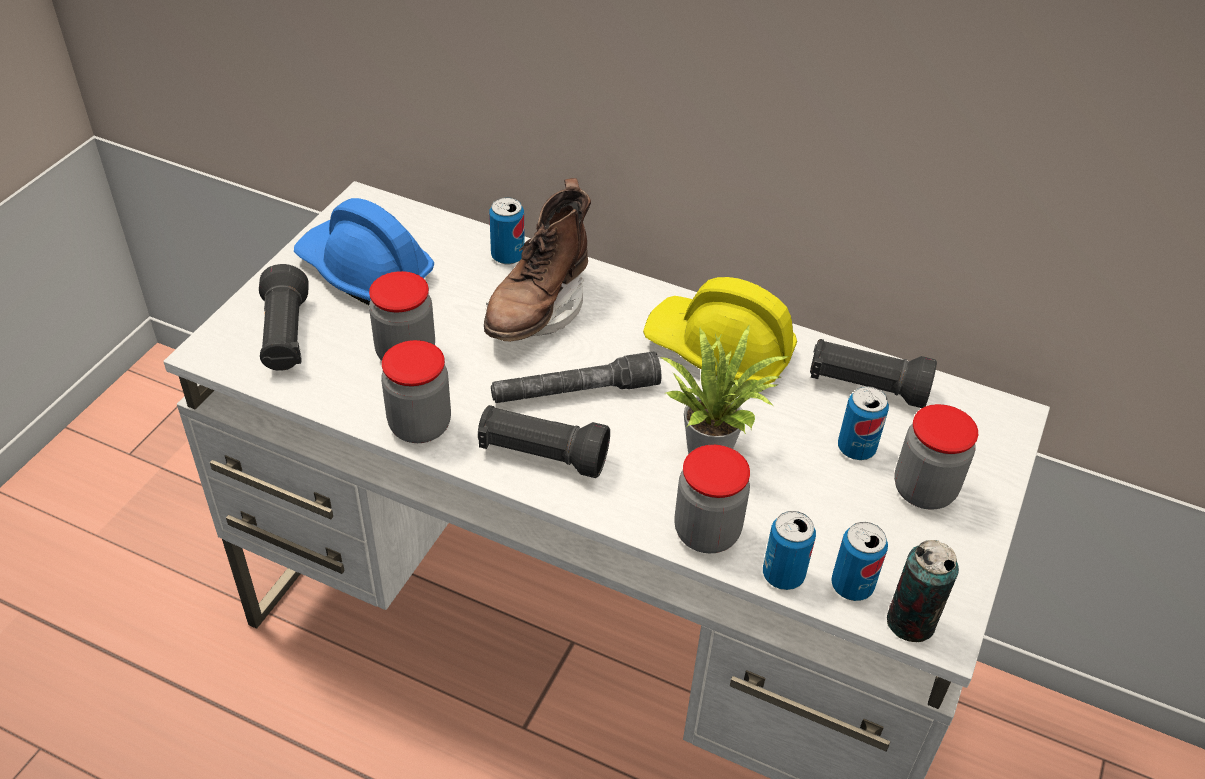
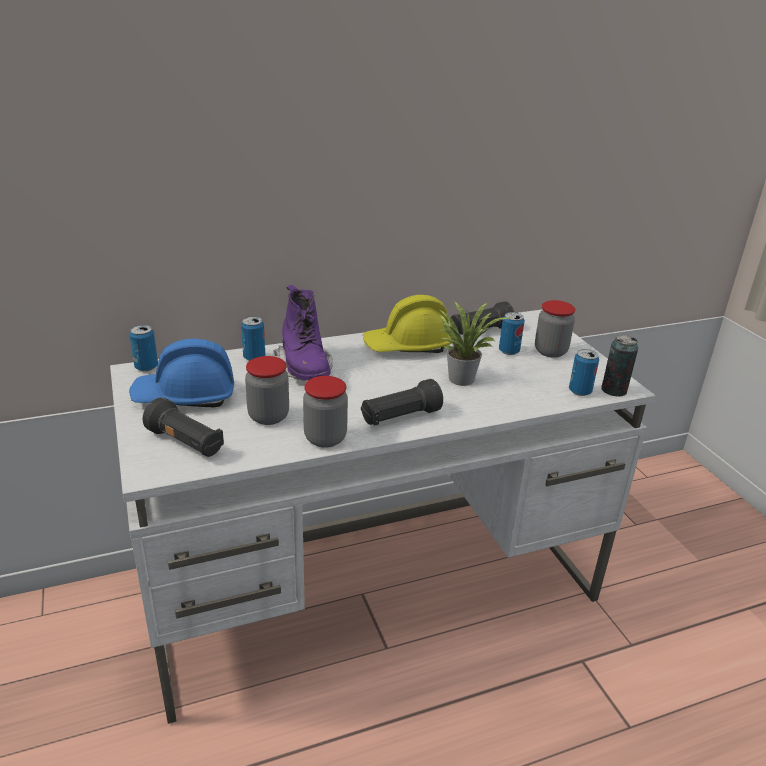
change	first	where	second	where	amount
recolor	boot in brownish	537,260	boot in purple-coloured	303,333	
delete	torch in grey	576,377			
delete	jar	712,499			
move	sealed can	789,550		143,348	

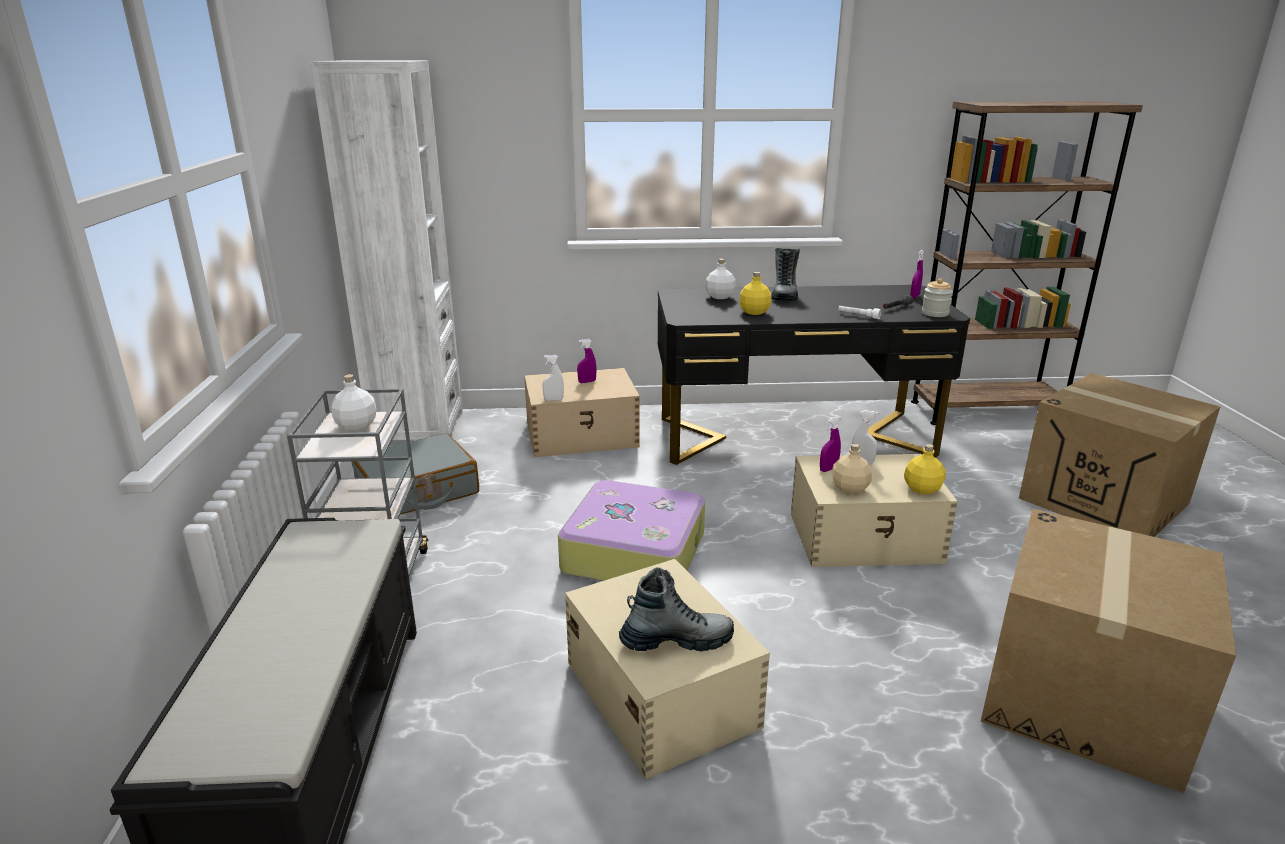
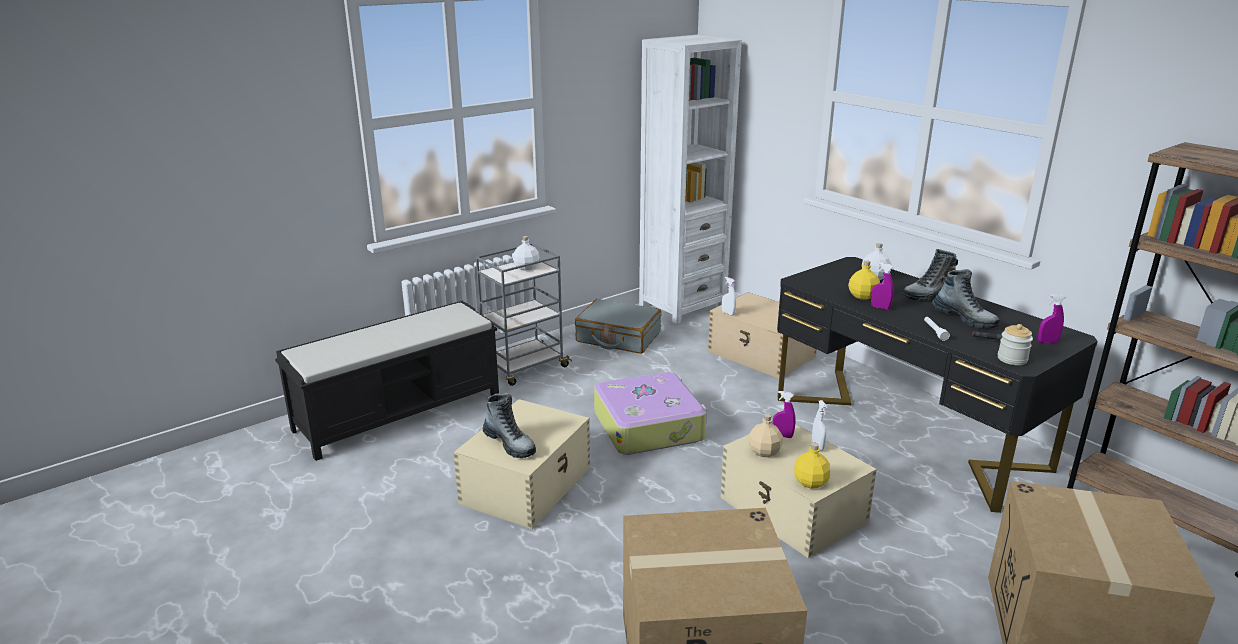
change	first	where	second	where	amount
move	sprayer in purple-coloured	586,361		882,286	
insert			boot	966,299	

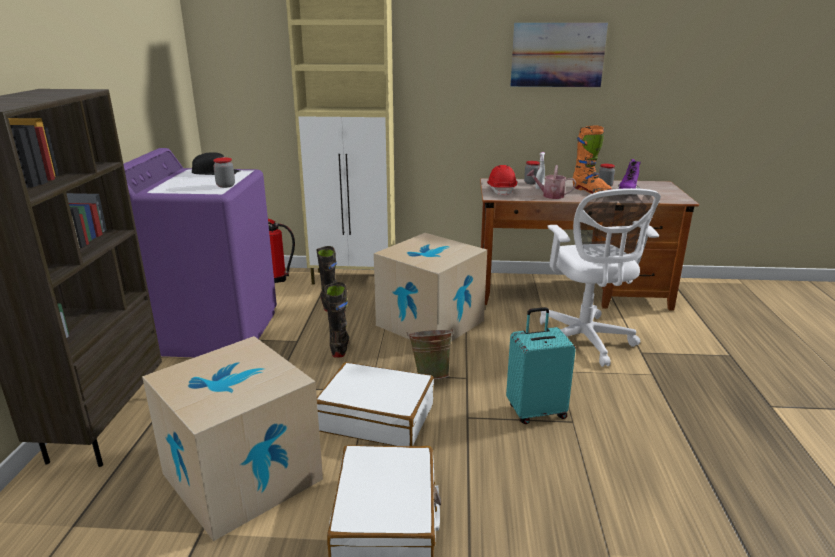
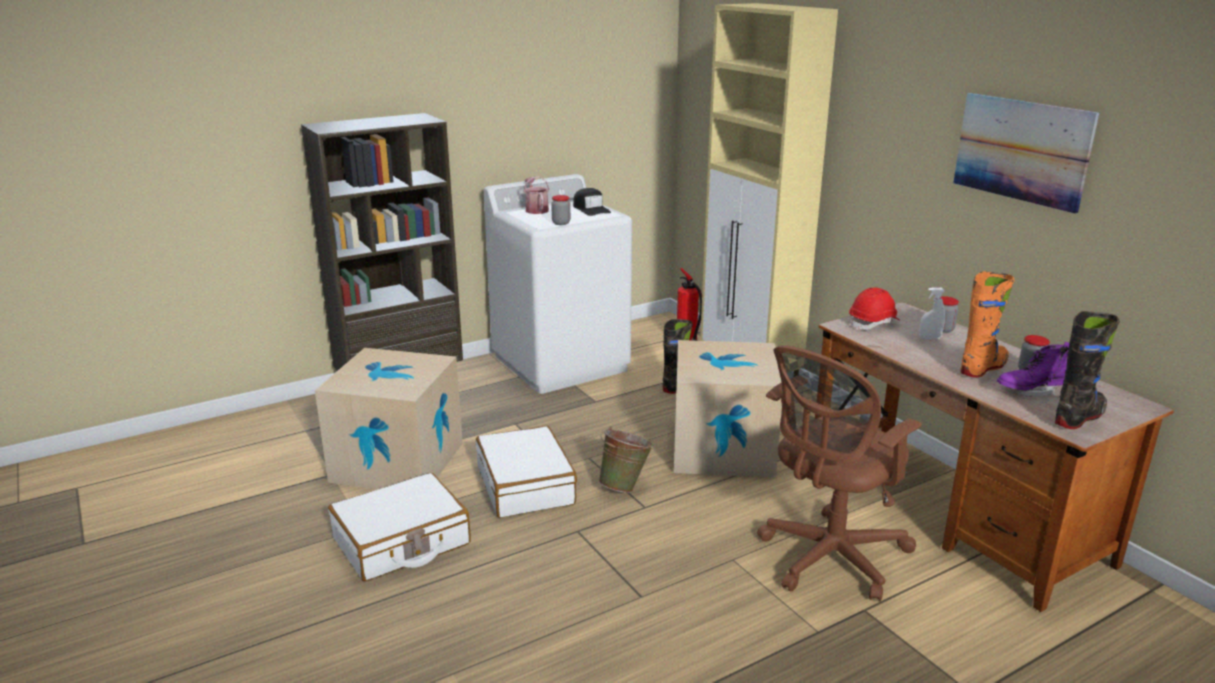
change	first	where	second	where	amount
recolor	washing machine in purple-coloured	200,252	washing machine in white-coloured	558,284	
move	boot in black-coloured	337,319		1087,370	
delete	piece of luggage in blue-green	541,365			
move	sprinkling can	551,182		536,195	
recolor	office chair in white-coloured	600,277	office chair in brownish	839,473	
rotate	boot in orangey	592,159		987,325	150 degrees counterclockwise

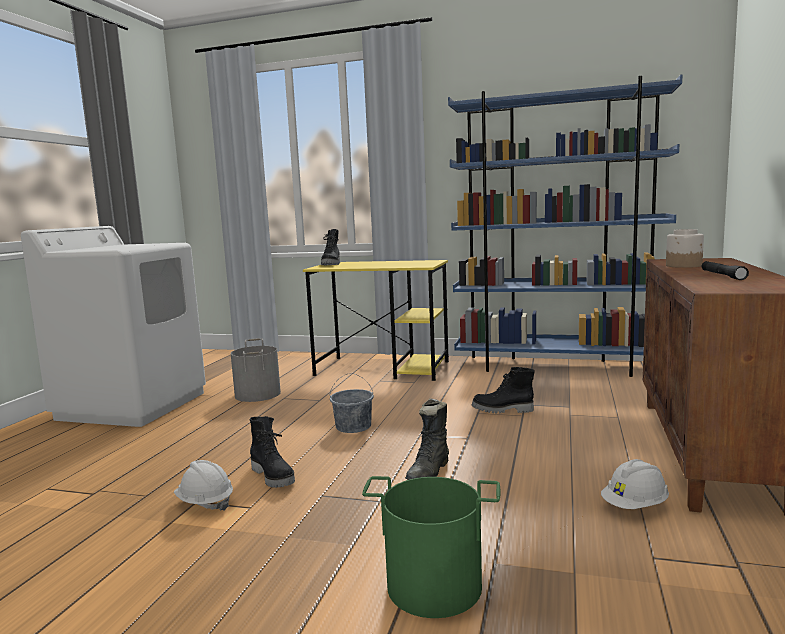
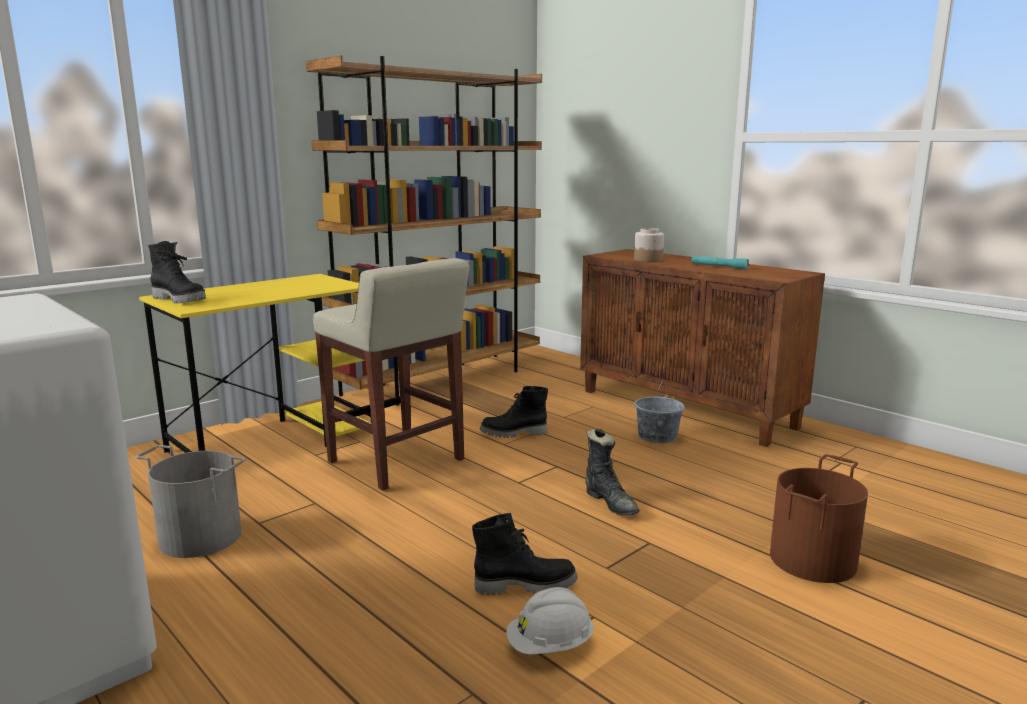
change	first	where	second	where	amount
move	water bucket in grey	352,403		659,411	
recolor	water bucket in greenish	431,547	water bucket in brownish	819,518	
recolor	shelving unit in blue	565,225	shelving unit in brownish	424,230	
rotate	boot in black-coloured	503,390		514,412	45 degrees clockwise
delete	hard hat in white-coloured	635,484			
recolor	torch in black-coloured	725,270	torch in blue-green	720,262	
insert			stool in beige	391,374	

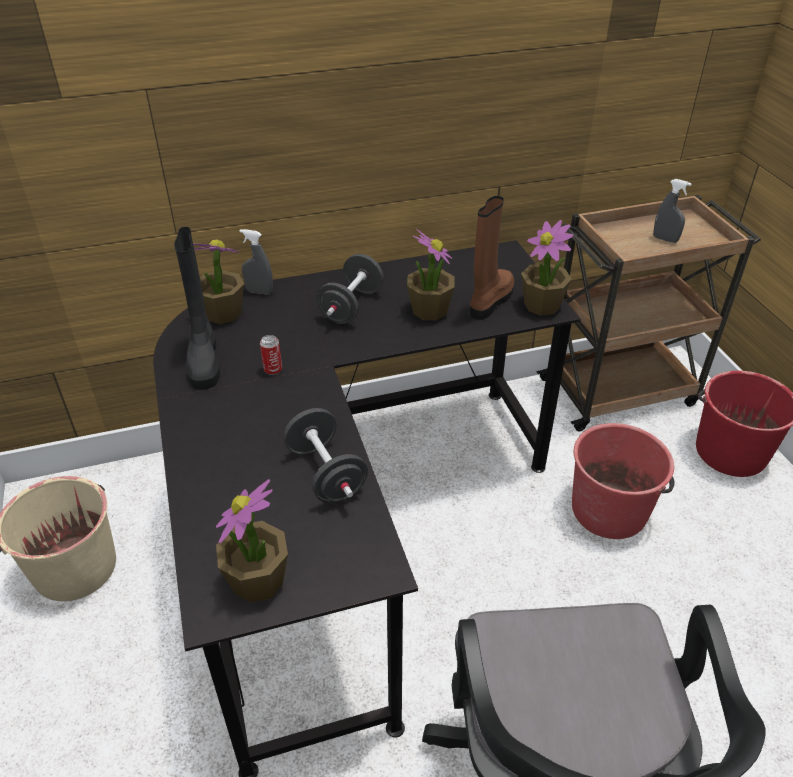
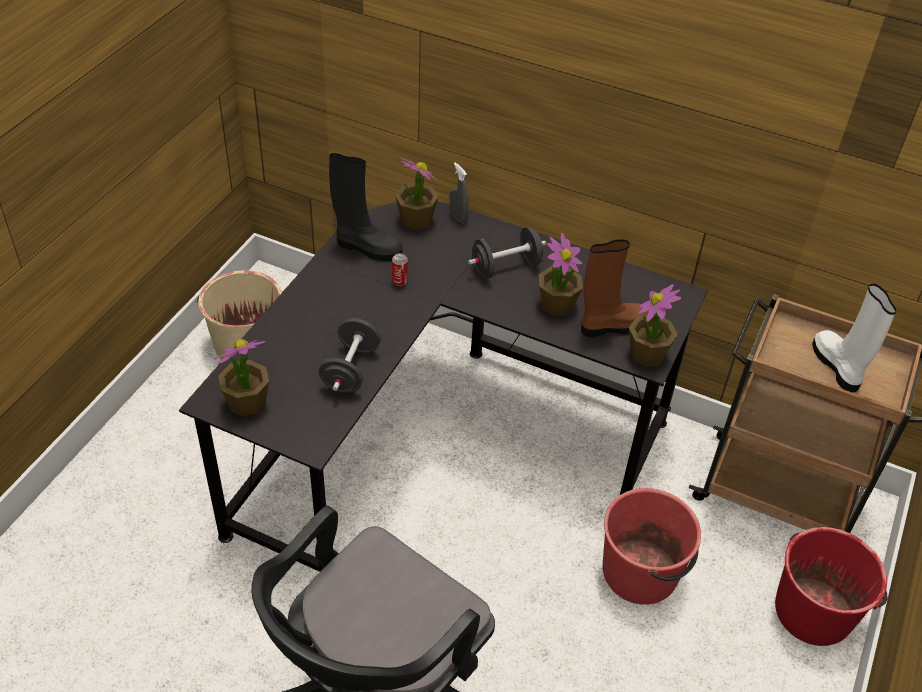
change	first	where	second	where	amount
rotate	boot in black-coloured	197,308		366,207	105 degrees counterclockwise
replace	sprayer in grey	672,211	boot in white-coloured	854,338	

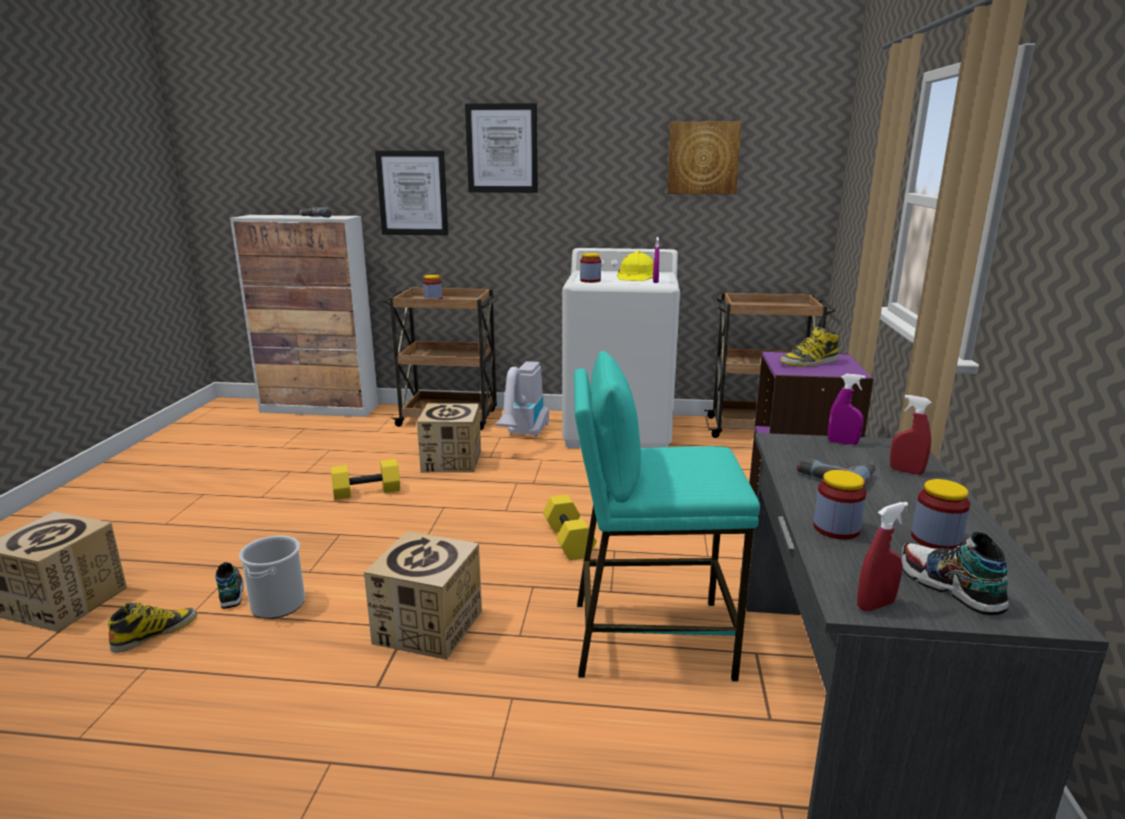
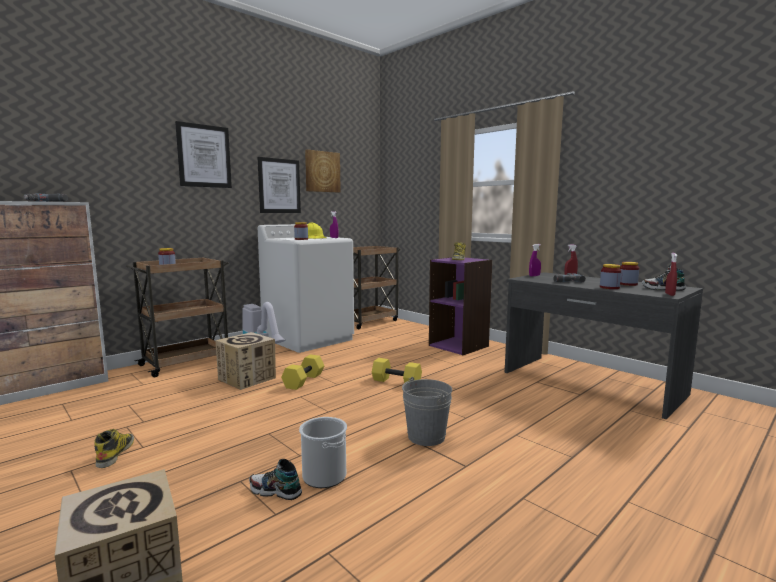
change	first	where	second	where	amount
move	boot	152,627		114,448	
move	hand weight in yellow	365,479		302,372	
replace	packing box	423,595	water bucket in grey	427,411	
move	wall art	411,193		279,185	
delete	stool in blue-green	667,516			

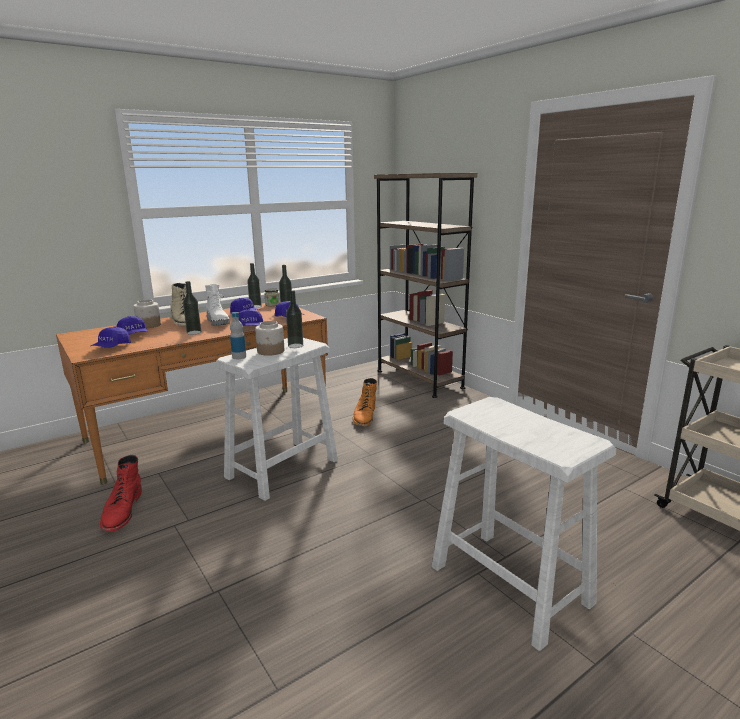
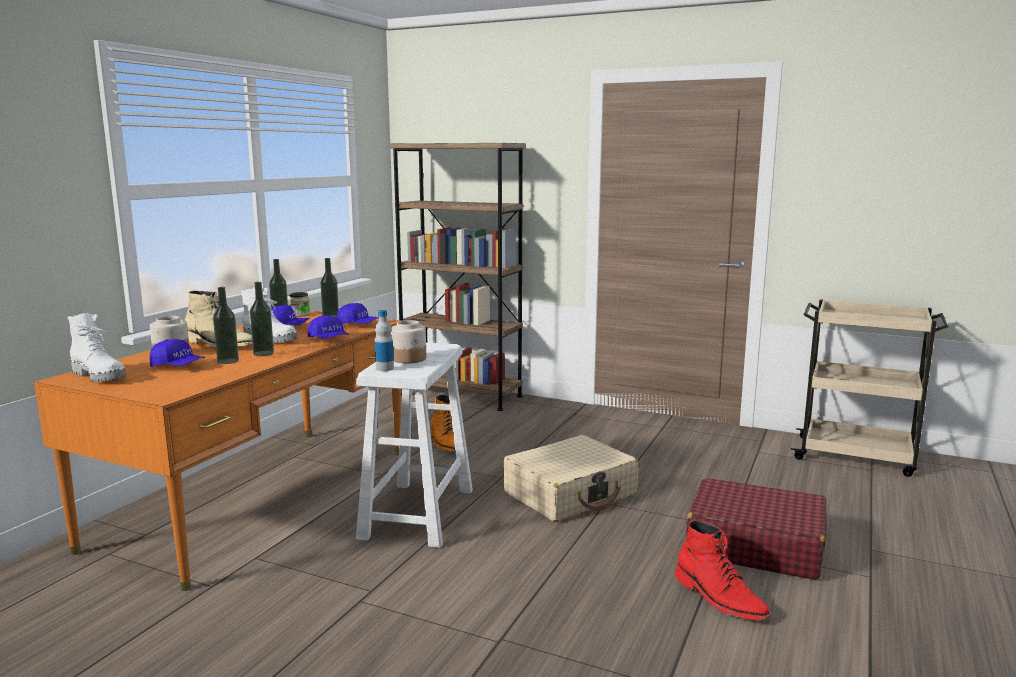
change	first	where	second	where	amount
delete	cap in blue	111,337			
move	boot in reddish	121,493		723,570	
move	bottle	294,319		226,325	
replace	stool in white-coloured	524,524	piece of luggage in reddish	756,529	
insert			boot in white-coloured	96,347	
insert			piece of luggage in beige	570,478	

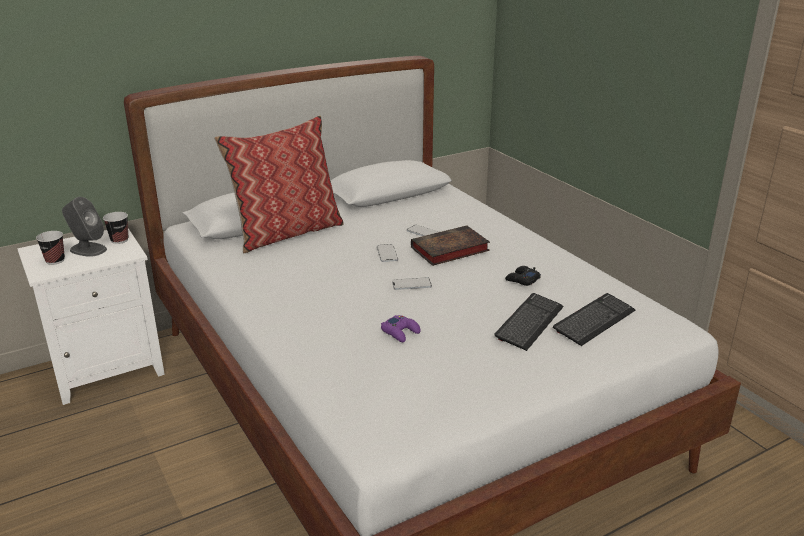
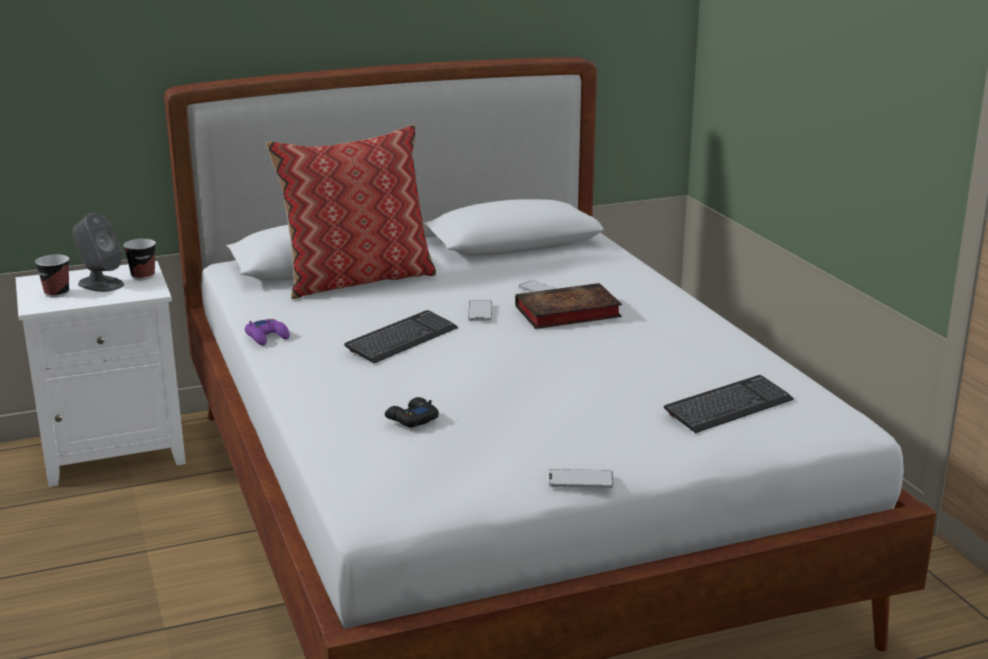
change	first	where	second	where	amount
move	gamepad in purple-coloured	401,328		267,332	
move	phone	412,283		581,478	
move	keyboard	528,322		401,336	
move	gamepad in black-coloured	523,276		412,412	

